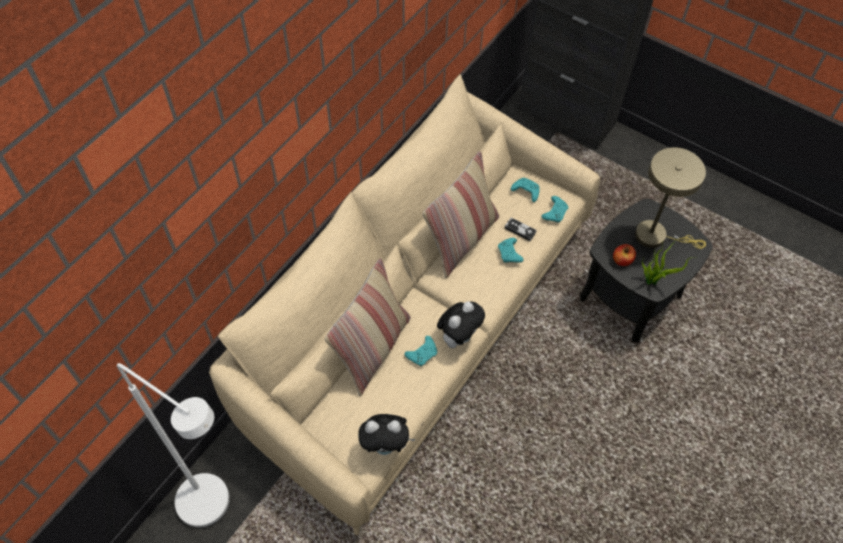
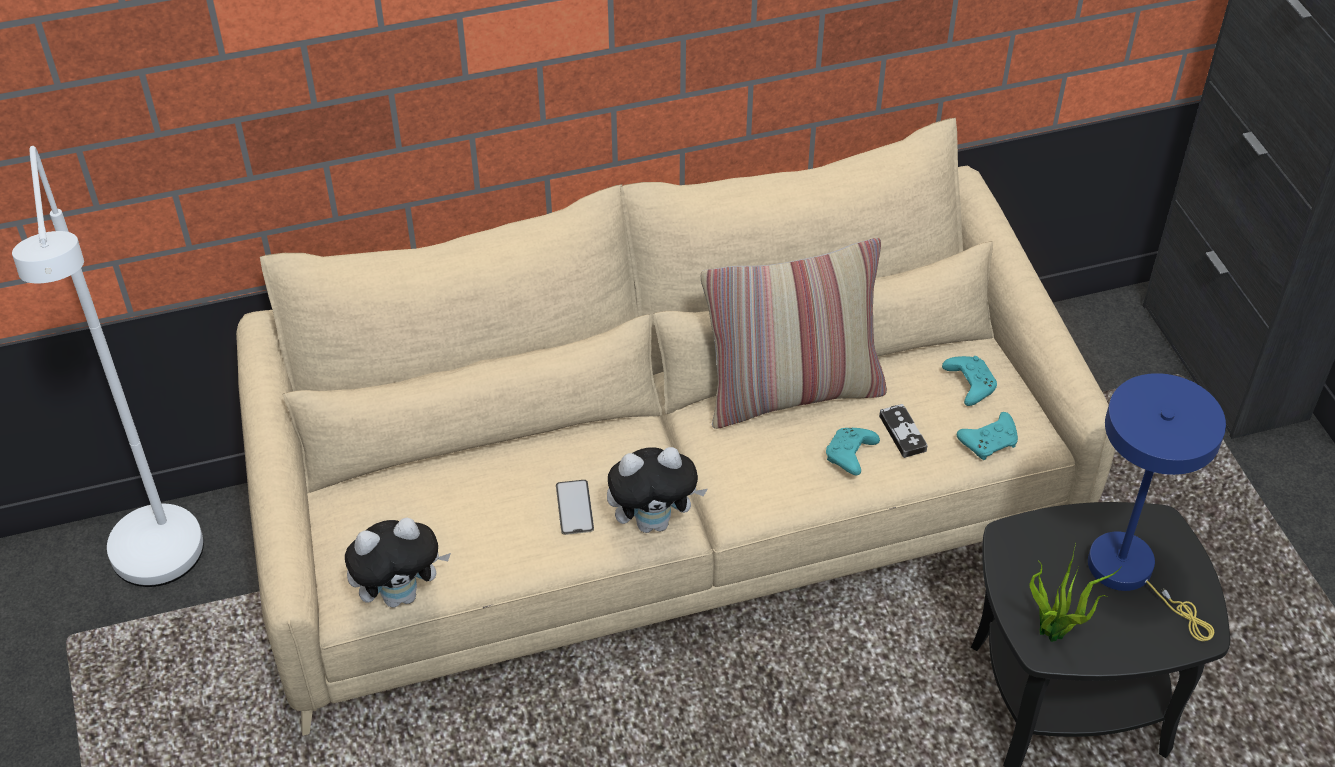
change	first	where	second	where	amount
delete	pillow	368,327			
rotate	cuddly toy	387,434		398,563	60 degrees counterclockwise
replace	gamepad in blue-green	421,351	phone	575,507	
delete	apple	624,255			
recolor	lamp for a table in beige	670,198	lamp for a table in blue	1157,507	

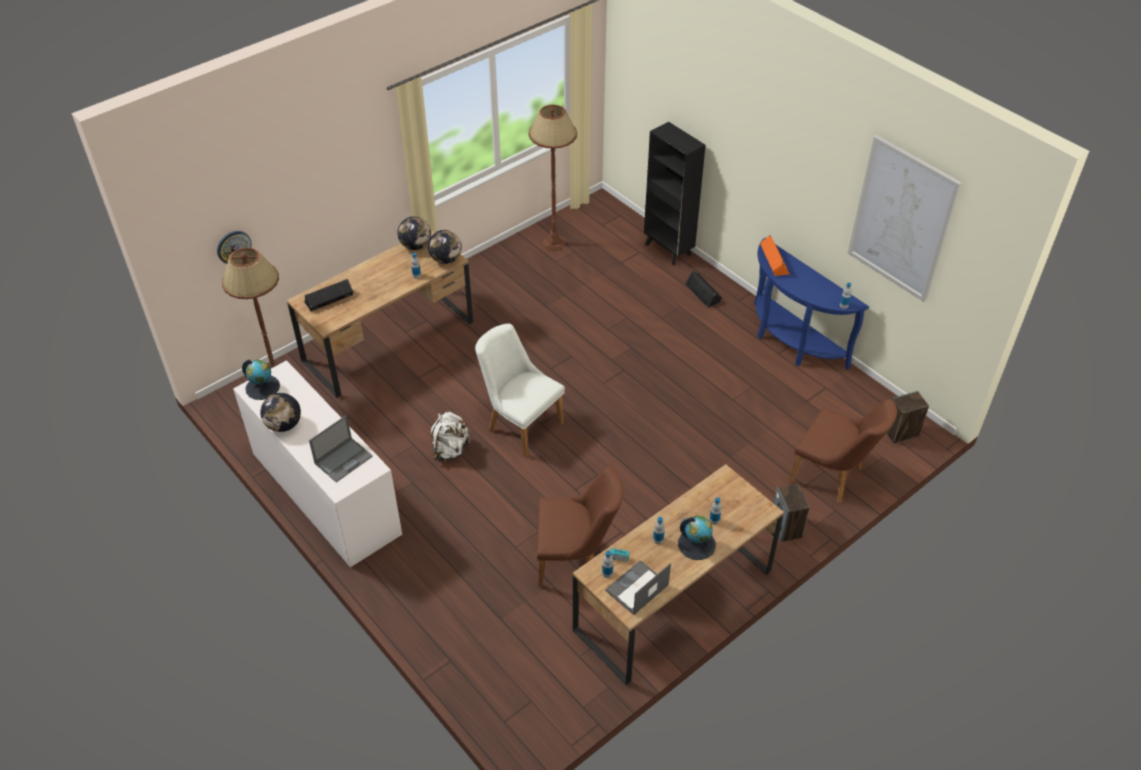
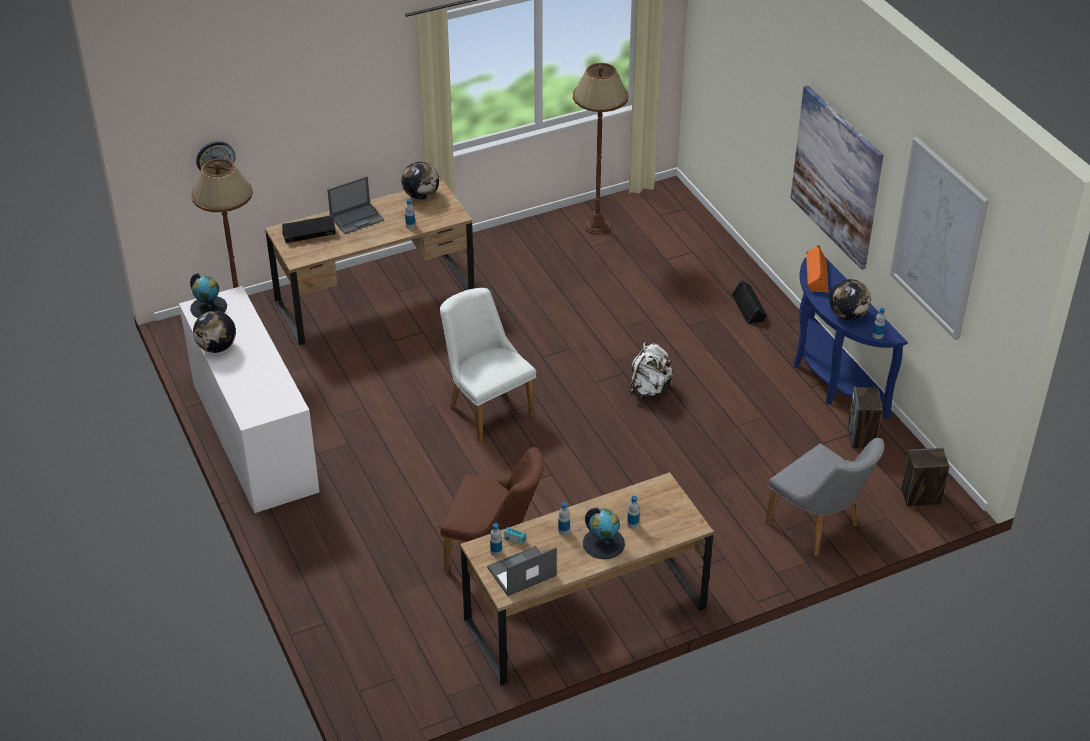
change	first	where	second	where	amount
move	laptop	341,448		355,205	
move	desk globe	445,247		850,299	
move	backpack in white-coloured	450,437		651,370	
delete	shelving unit in black-coloured	675,193			
move	speaker	791,513		865,418	
recolor	chair in brownish	843,451	chair in grey	824,497	
insert			wall art	837,177	

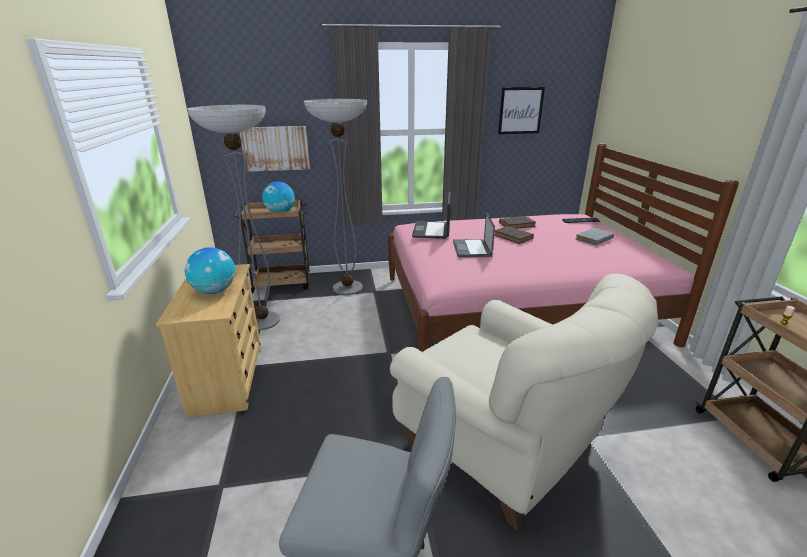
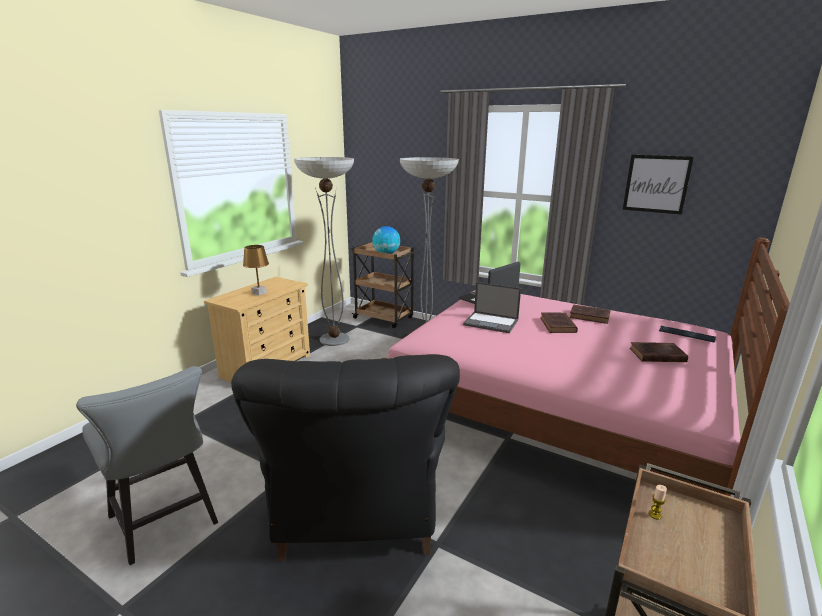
change	first	where	second	where	amount
replace	desk globe	210,270	lamp for a table in brownish	256,270	
delete	wall art	275,149			
recolor	lounge chair in beige	524,402	lounge chair in black-coloured	345,458	
rotate	laptop	474,234		492,307	105 degrees counterclockwise
recolor	bound book in grey	594,237	bound book in brownish	659,352	

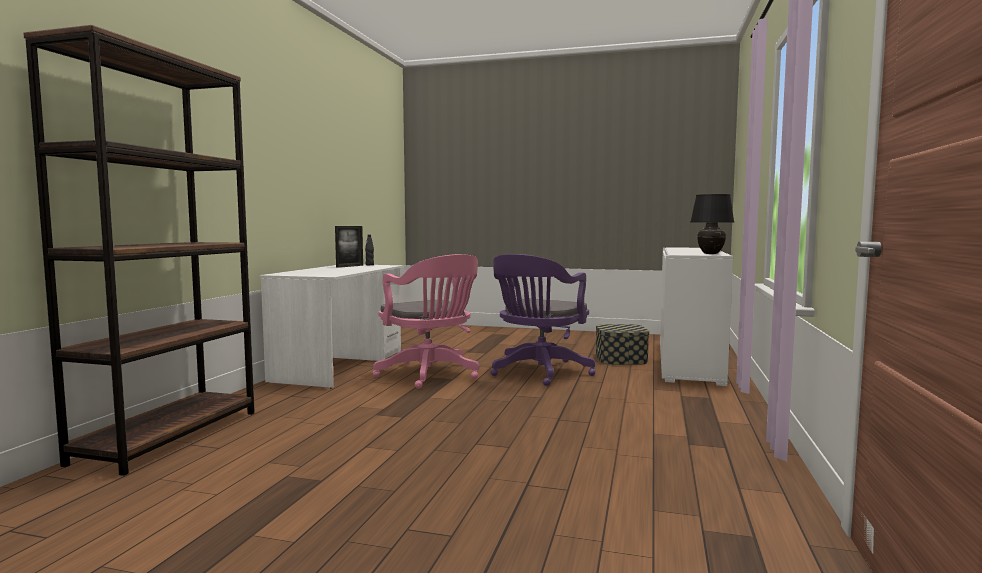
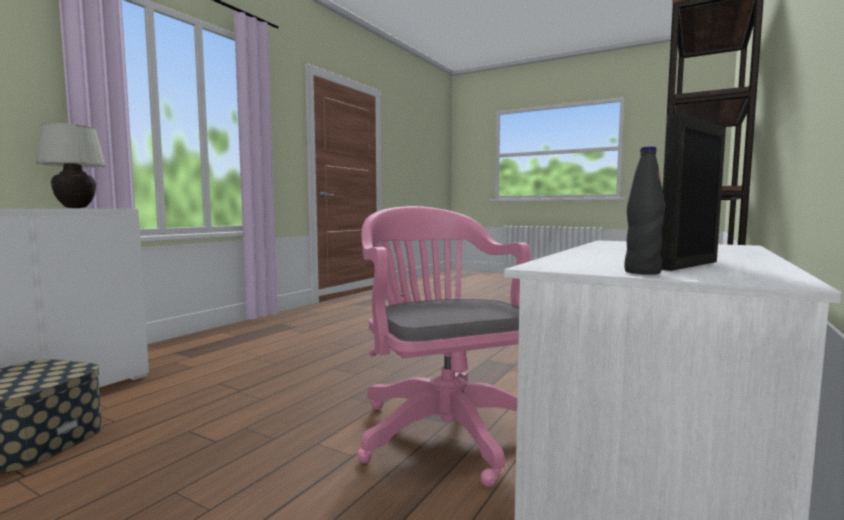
change	first	where	second	where	amount
delete	office chair in purple-coloured	543,320			
recolor	lamp for a table in black-coloured	712,224	lamp for a table in white-coloured	71,165	

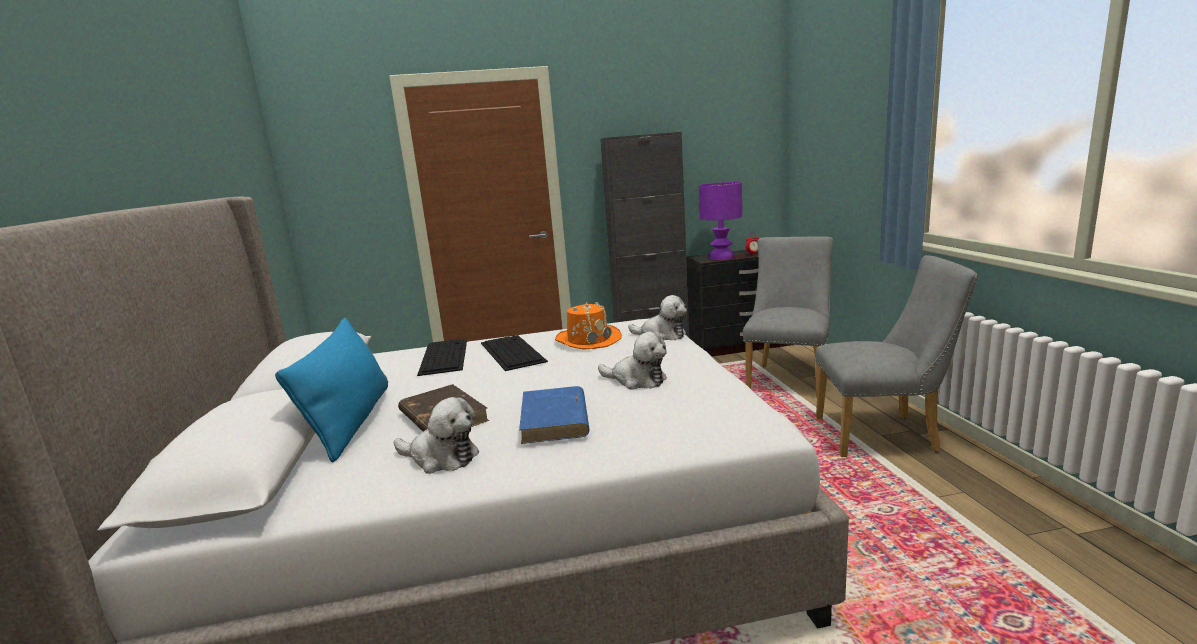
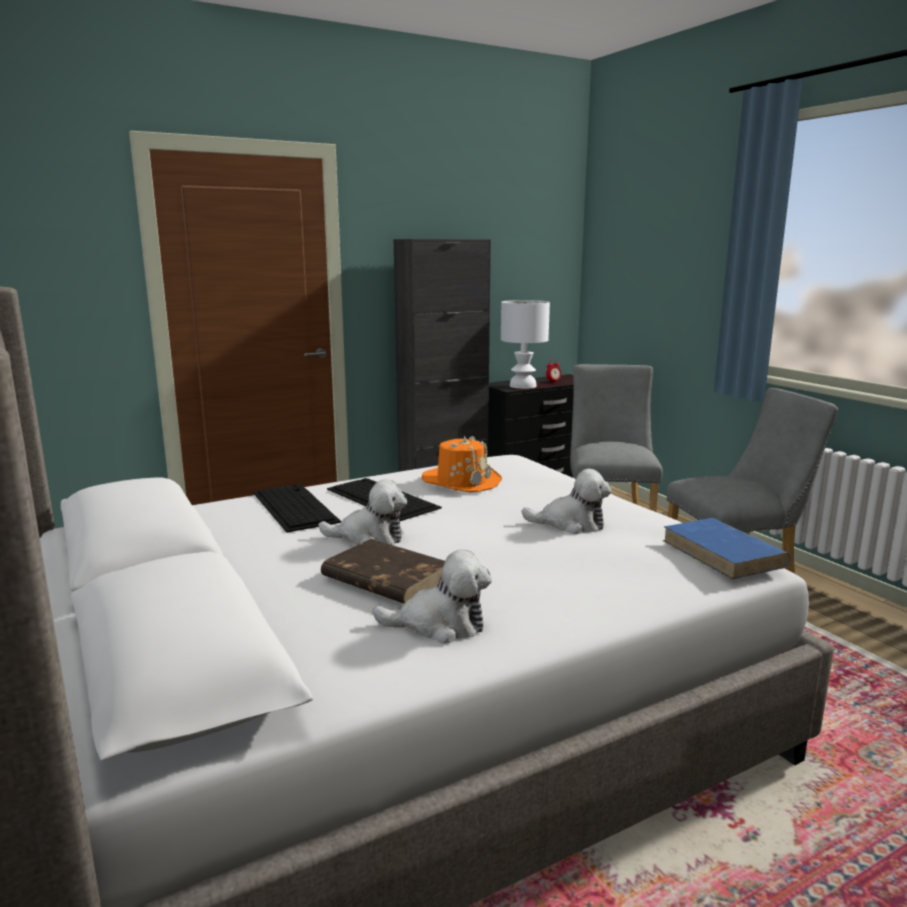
change	first	where	second	where	amount
delete	pillow in blue	331,390			
move	bound book in blue	554,415		726,548	
move	cuddly toy	657,318		362,512	
recolor	lamp for a table in purple-coloured	720,221	lamp for a table in white-coloured	525,344	

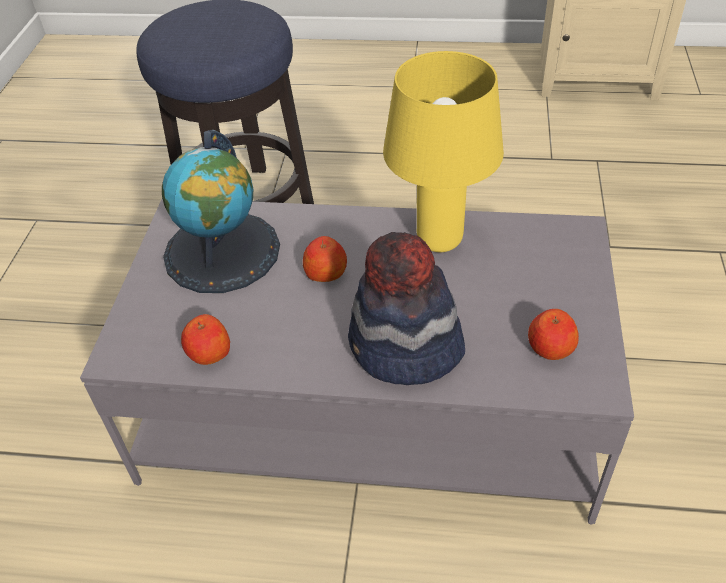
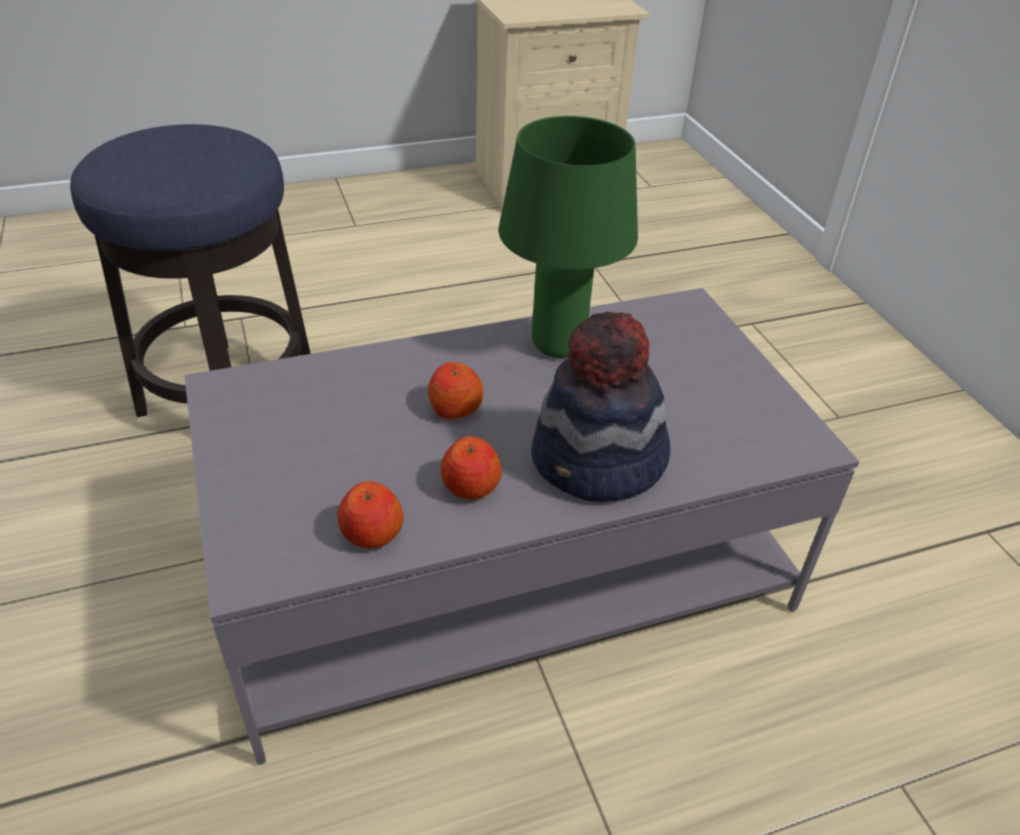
change	first	where	second	where	amount
delete	desk globe	221,211			
recolor	lamp for a table in yellow	443,151	lamp for a table in greenish	568,237	
move	apple	553,334		471,468	

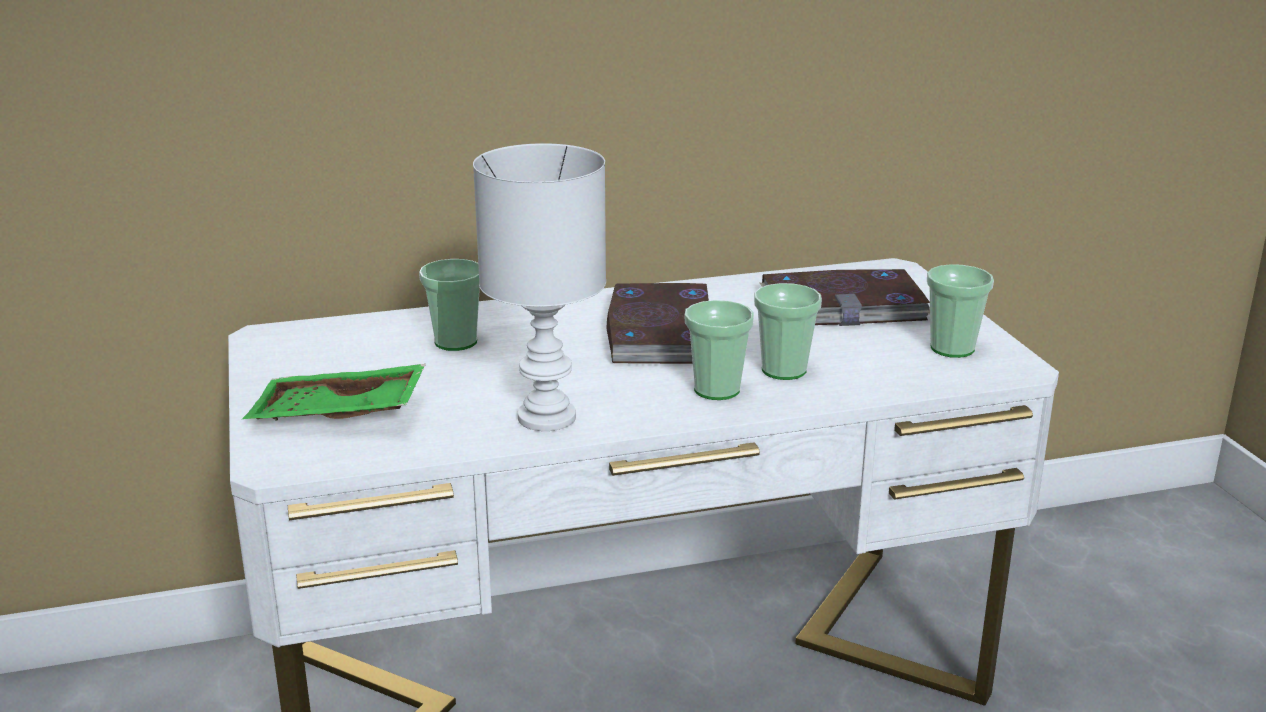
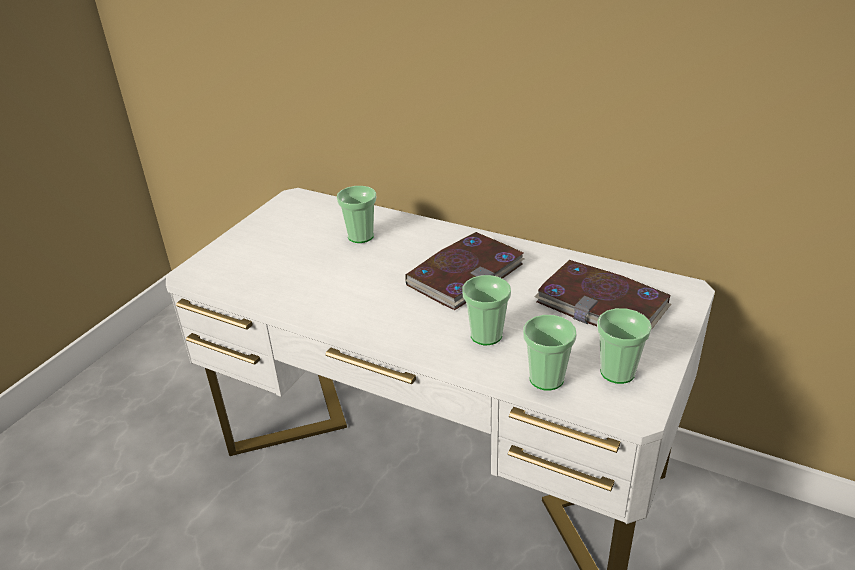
change	first	where	second	where	amount
delete	serving tray in greenish	334,392			
delete	lamp for a table in white-coloured	539,287			
move	drinking cup	719,350		550,353	

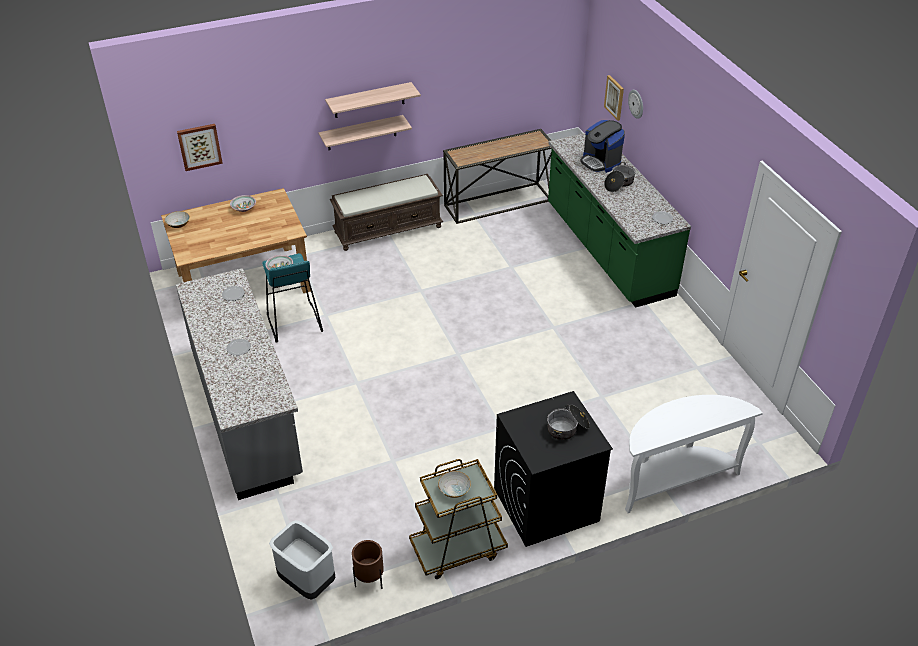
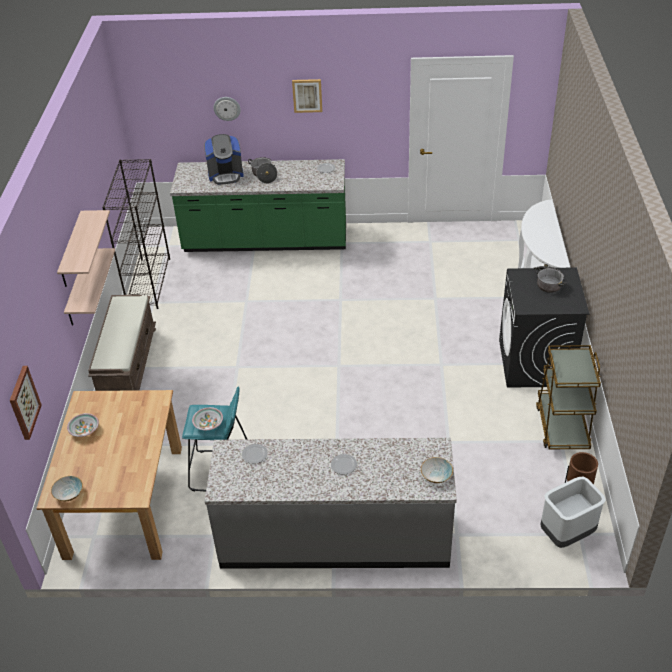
change	first	where	second	where	amount
move	bowl	454,484		437,470	
replace	console table	497,176	shelving unit in black-coloured	136,234	
move	wall art	614,98		307,96	

